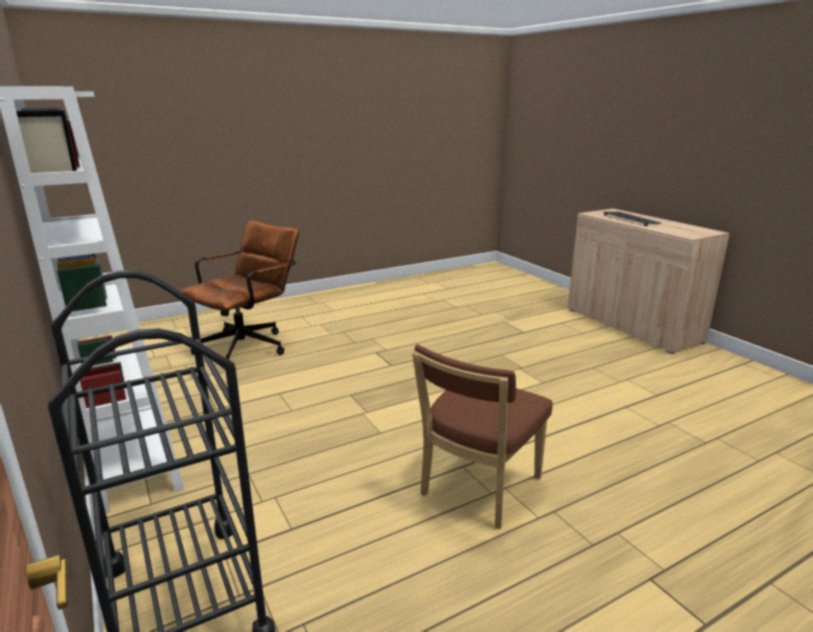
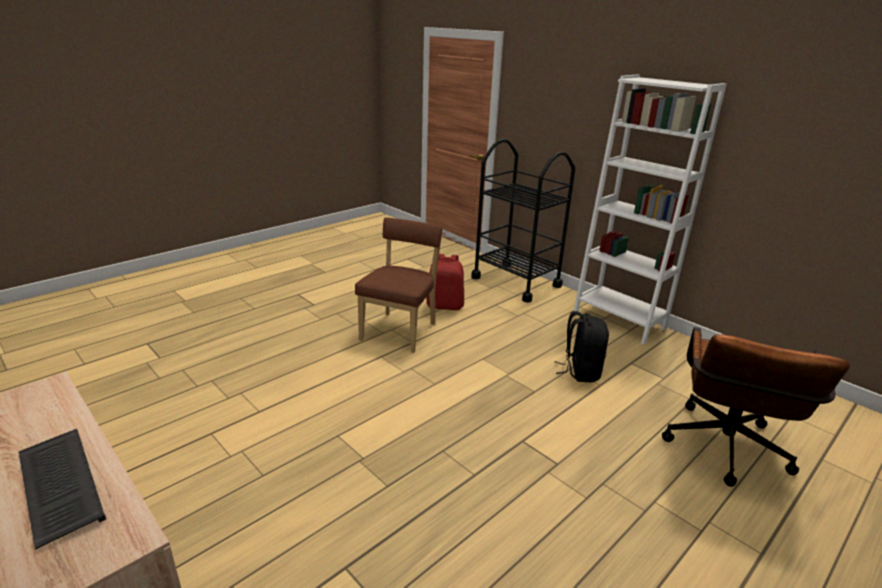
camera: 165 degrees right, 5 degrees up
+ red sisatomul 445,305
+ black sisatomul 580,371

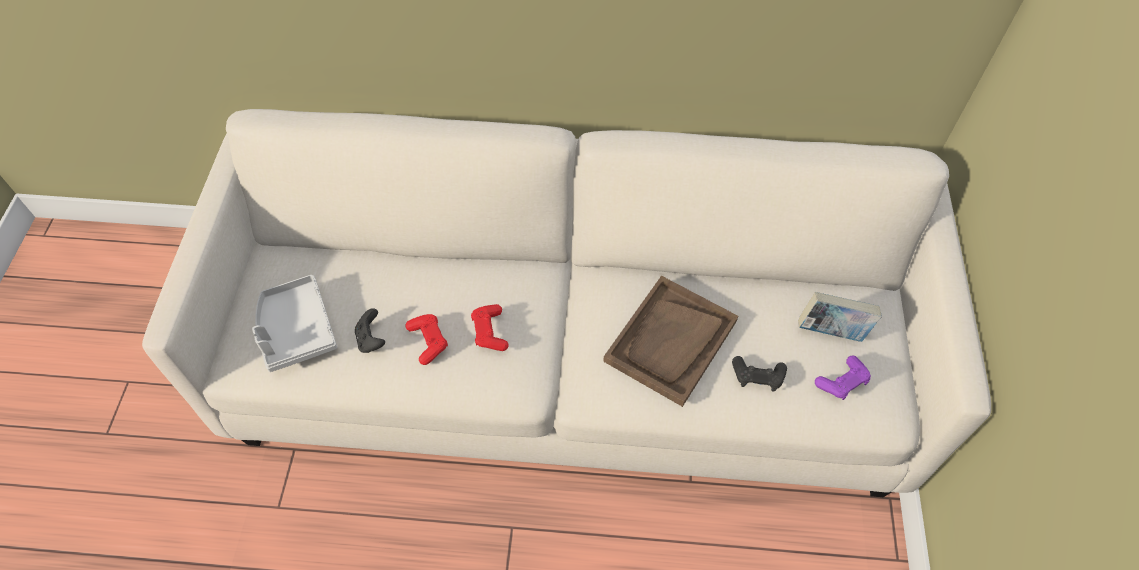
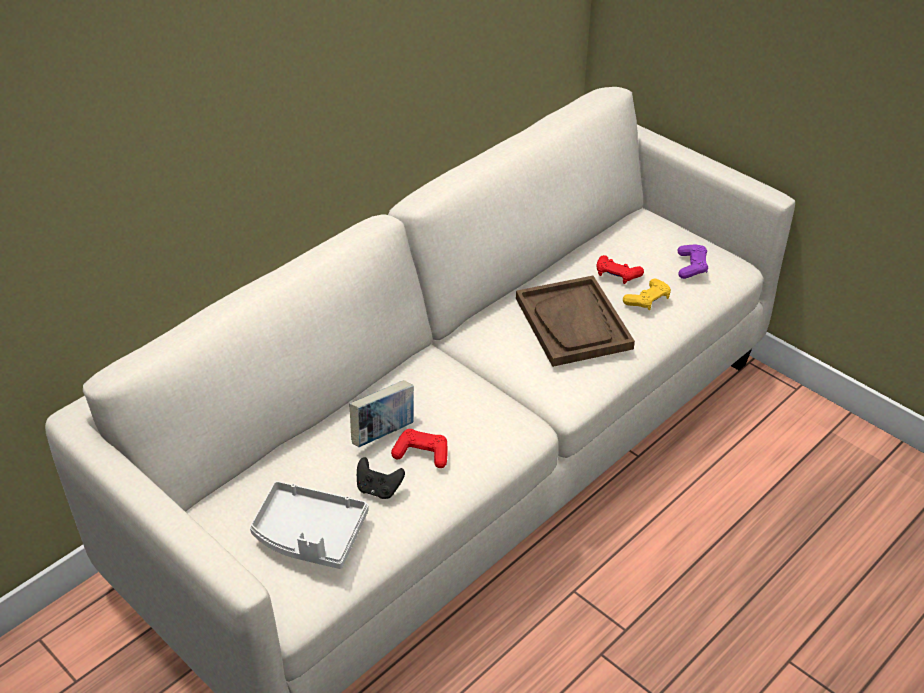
camera: 50 degrees left, 15 degrees down
~ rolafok 831,331 to 383,433
~ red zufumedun 489,332 to 617,275
~ black zufumedun 757,377 to yellow zufumedun 647,300

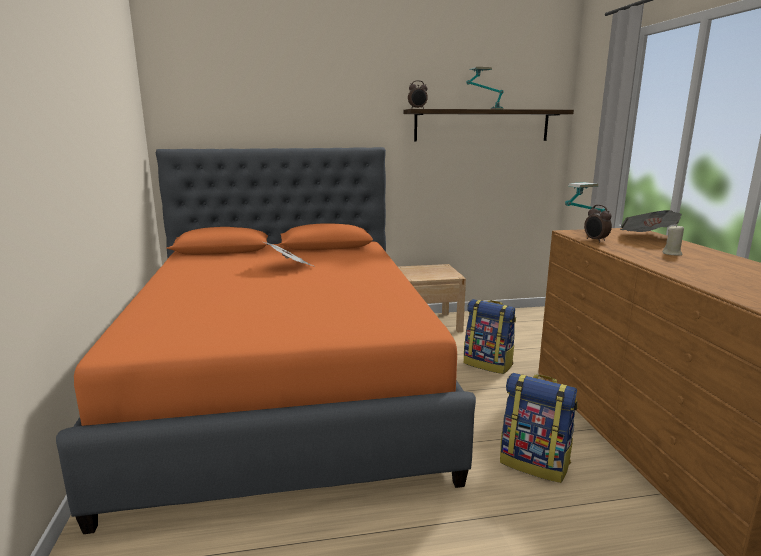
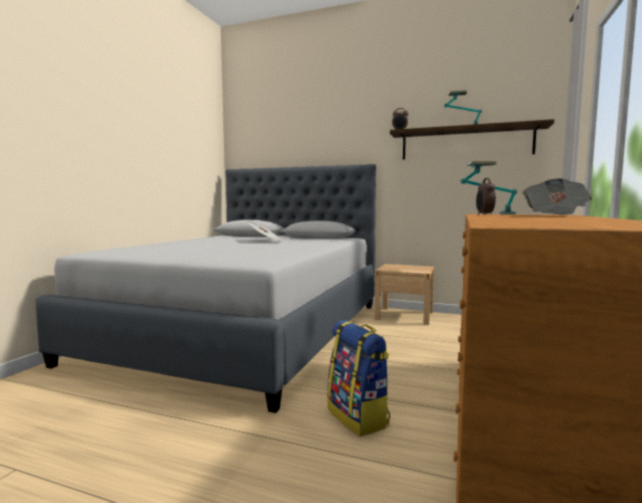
camera: 30 degrees right, 10 degrees down
~ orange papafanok 285,387 to grey papafanok 246,330
- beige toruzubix 672,253
- sisatomul 488,364

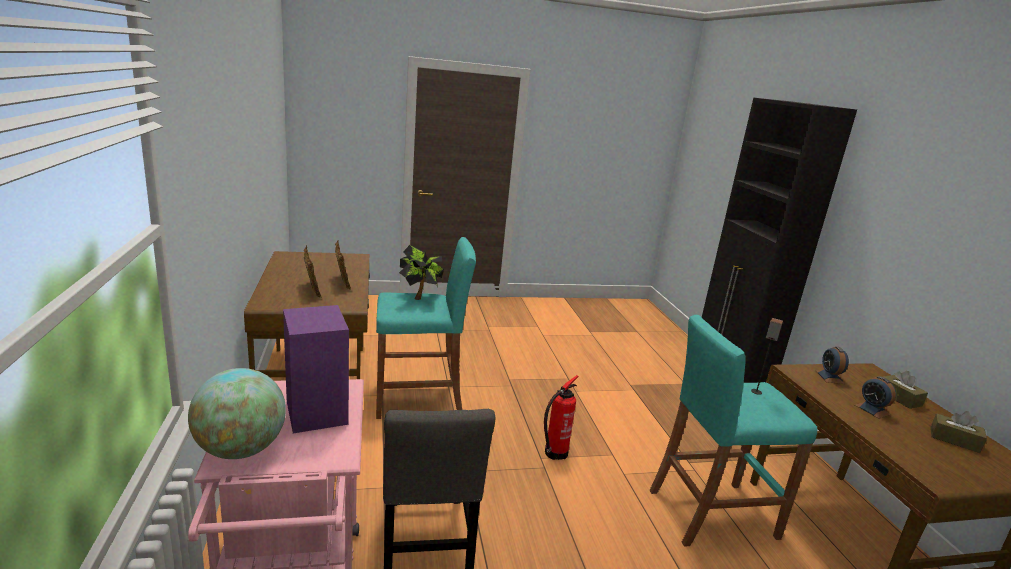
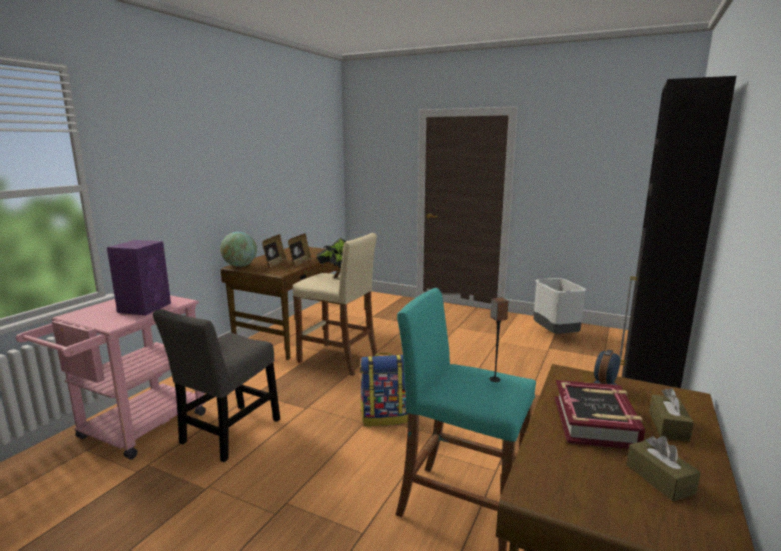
camera: 40 degrees right, 5 degrees down
~ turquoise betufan 419,400 to beige betufan 338,359
~ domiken 240,449 to 240,266
~ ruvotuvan 554,453 to sisatomul 384,417
~ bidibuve 872,410 to rolafok 595,422
+ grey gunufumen 555,334

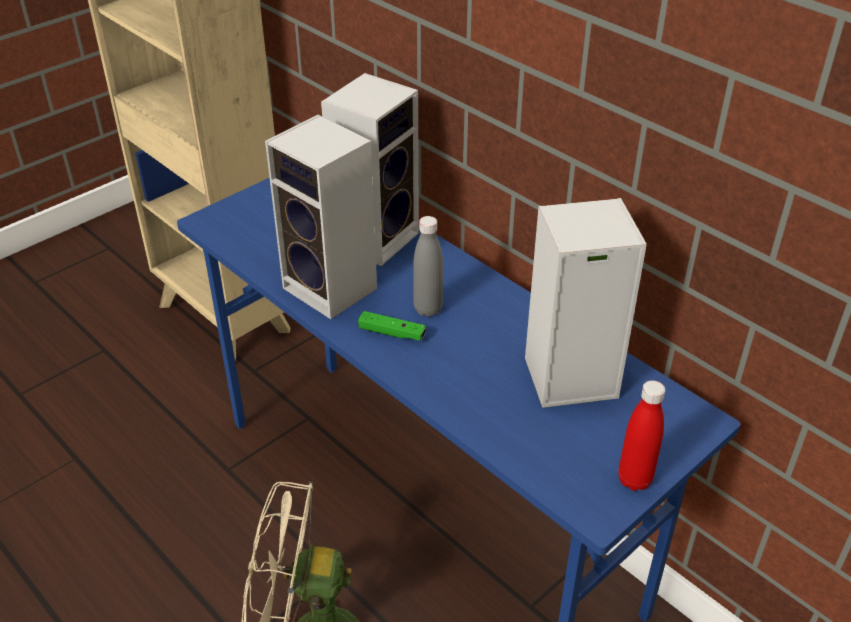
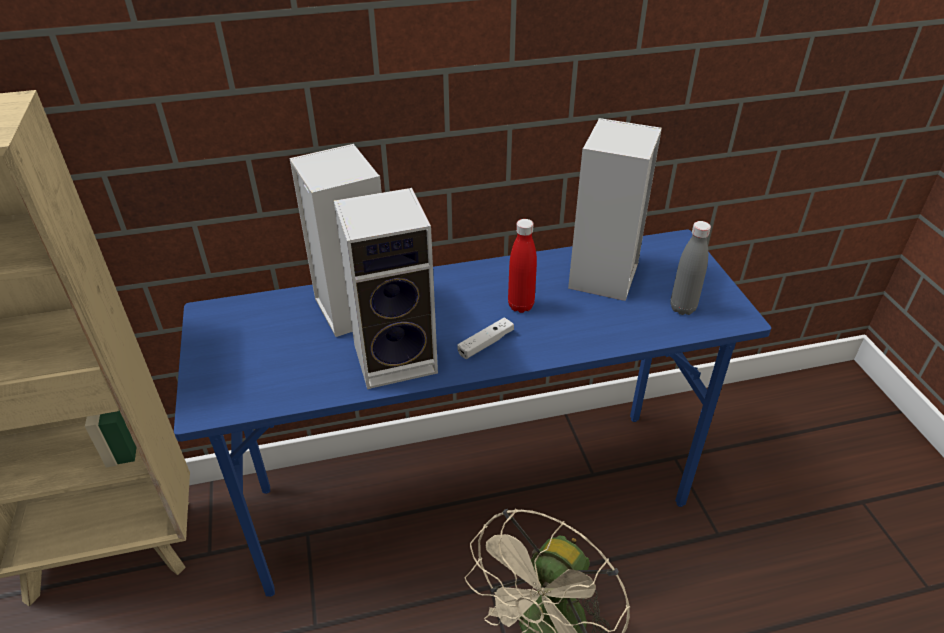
camera: 60 degrees left, 0 degrees up
~ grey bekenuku 428,309 to 682,308
~ green zufumedun 392,333 to white zufumedun 486,343
~ red bekenuku 634,480 to 520,306

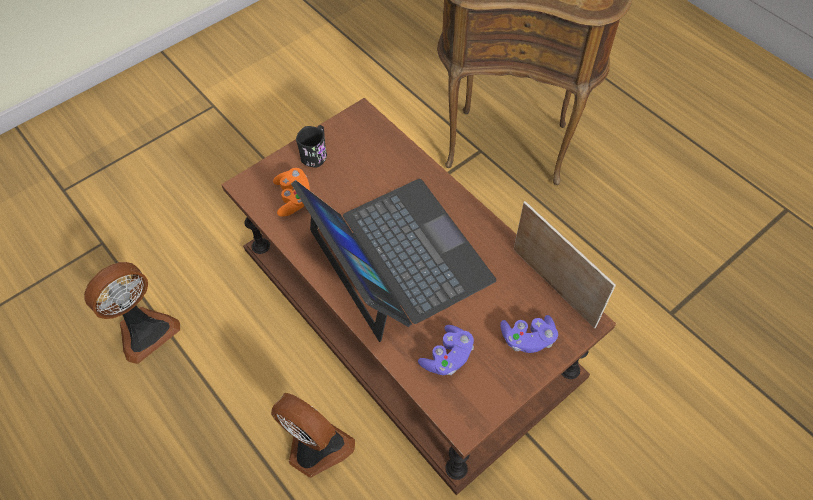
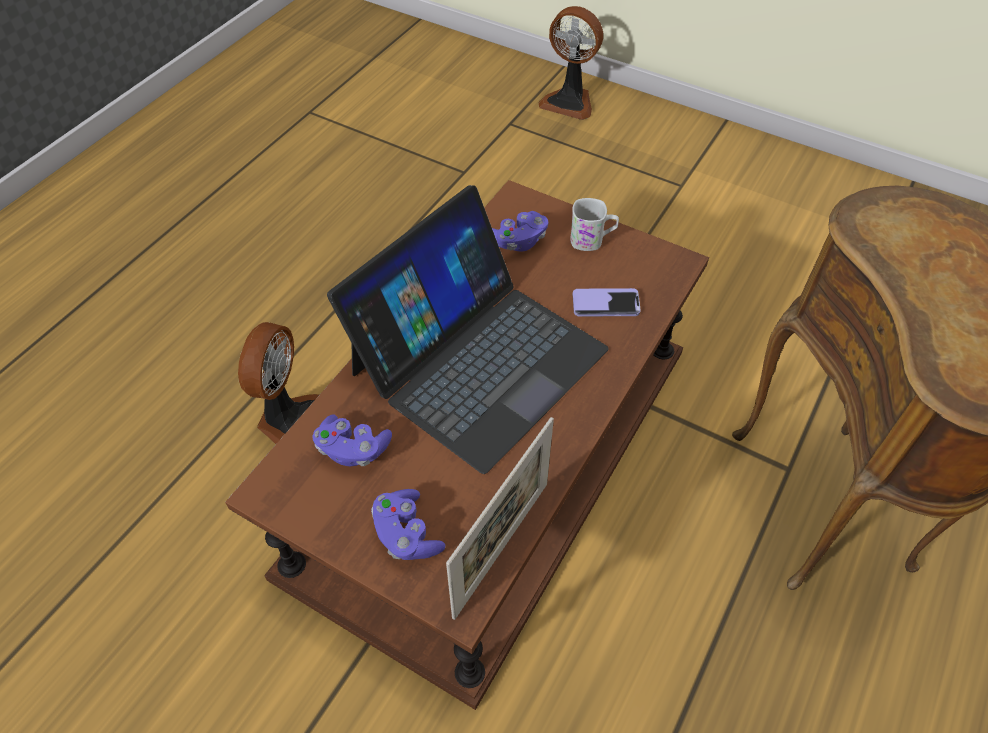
camera: 70 degrees right, 5 degrees down
~ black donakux 316,154 to white donakux 592,240
~ orange zufumedun 293,198 to purple zufumedun 518,241
~ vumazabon 144,330 to 569,102
+ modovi 605,304

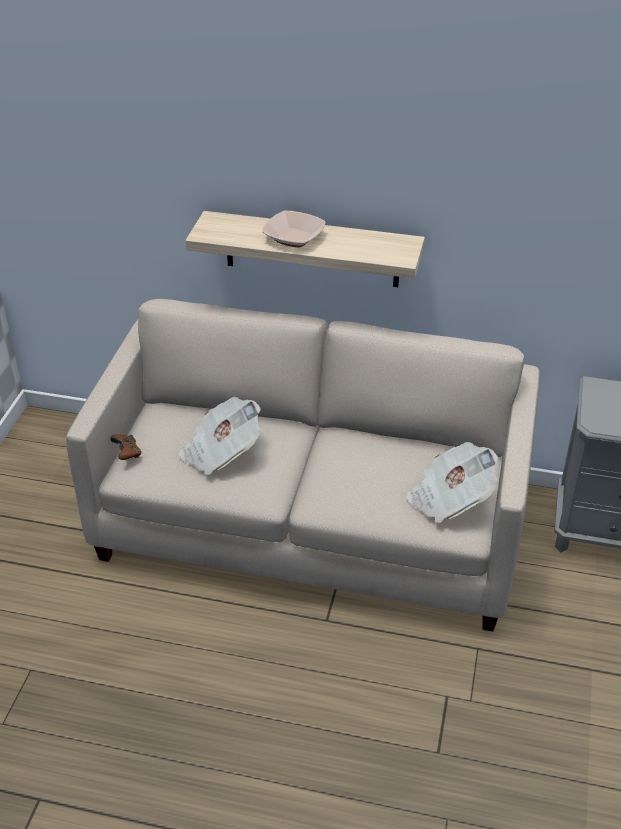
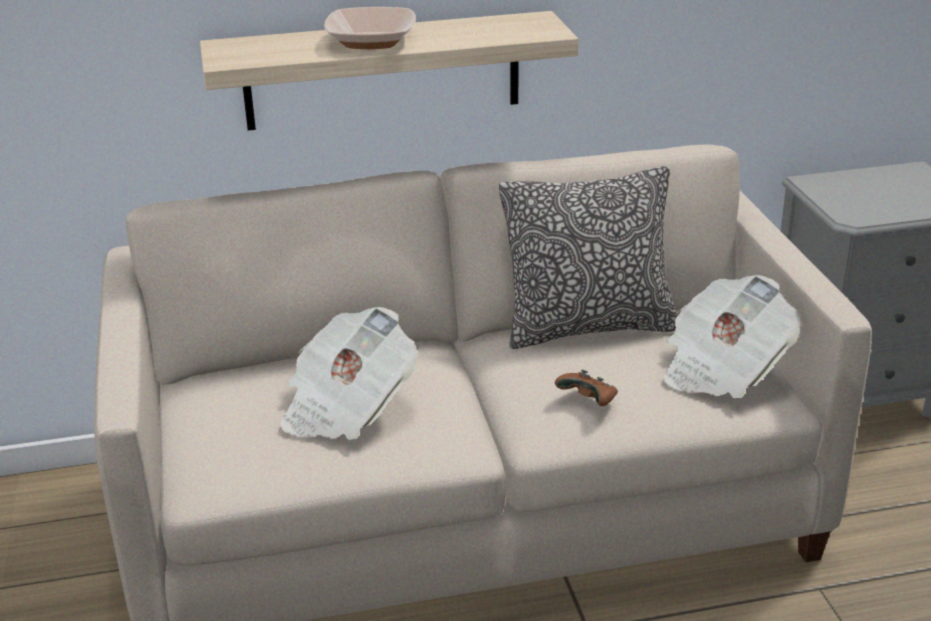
camera: 25 degrees left, 10 degrees down
~ brown zufumedun 127,454 to 589,401
+ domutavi 588,327

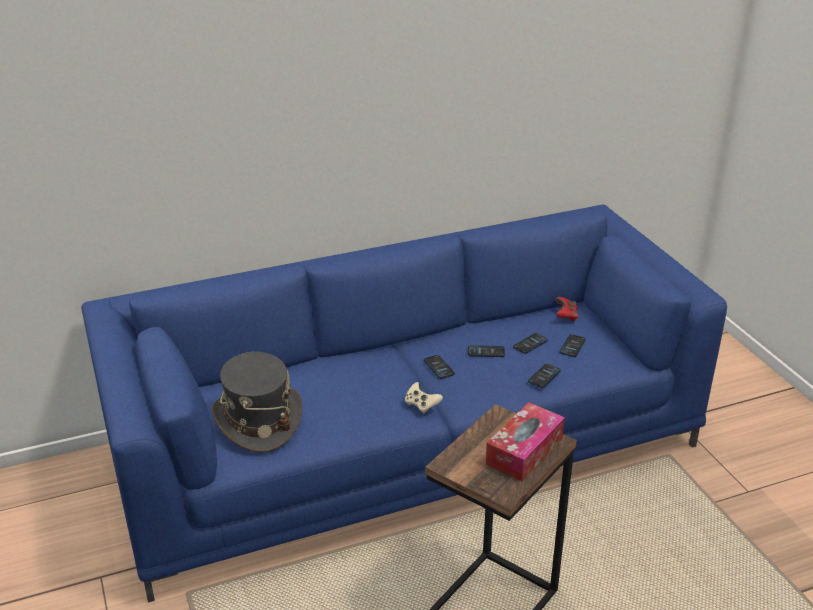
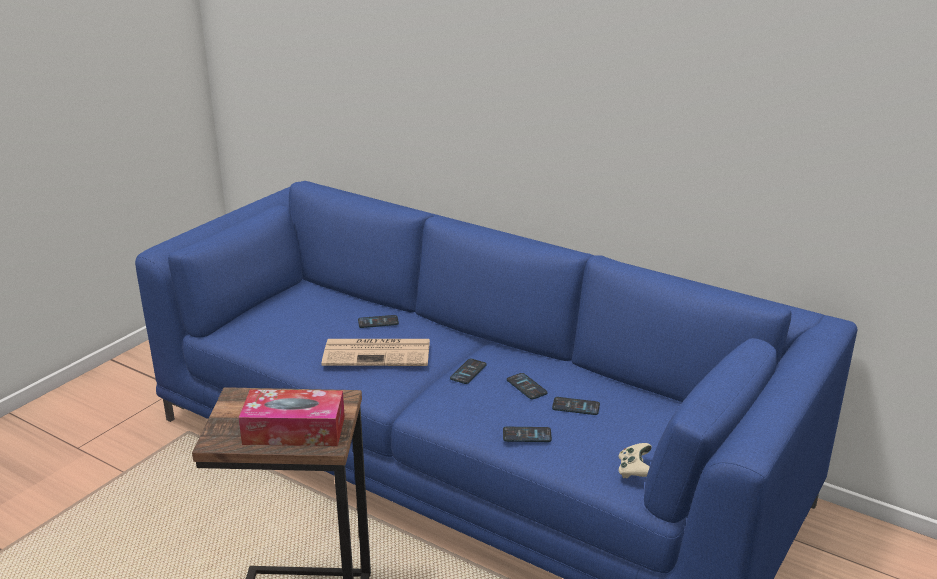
camera: 55 degrees right, 5 degrees down
- red zufumedun 566,316
~ modovi 572,346 to 378,322
- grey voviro 257,420
~ beige zufumedun 421,405 to 634,471
+ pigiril 378,353

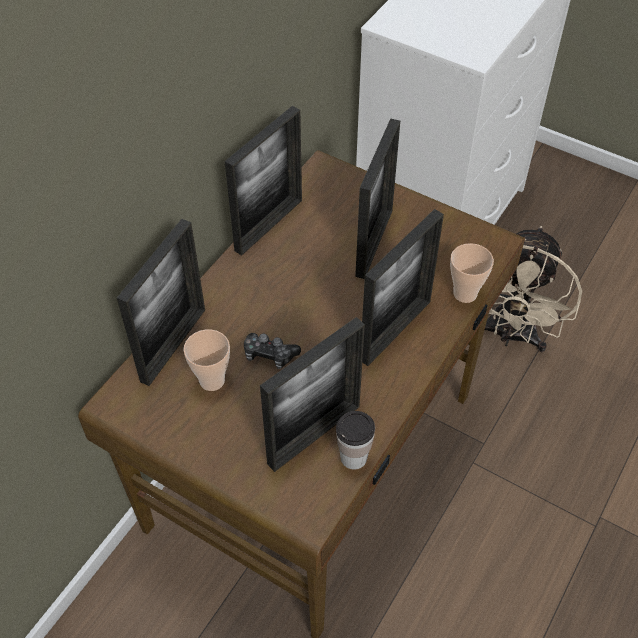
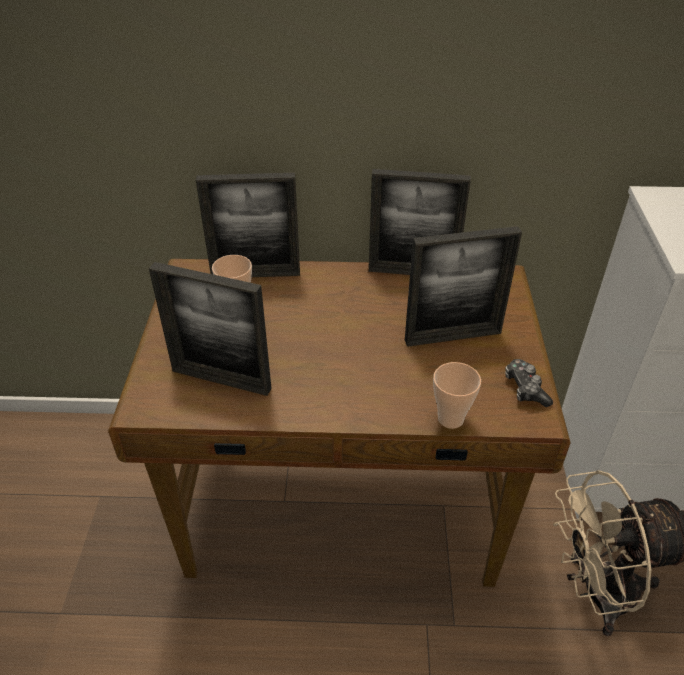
camera: 60 degrees right, 10 degrees down
- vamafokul 395,330
~ zufumedun 269,355 to 525,389
- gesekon 353,457

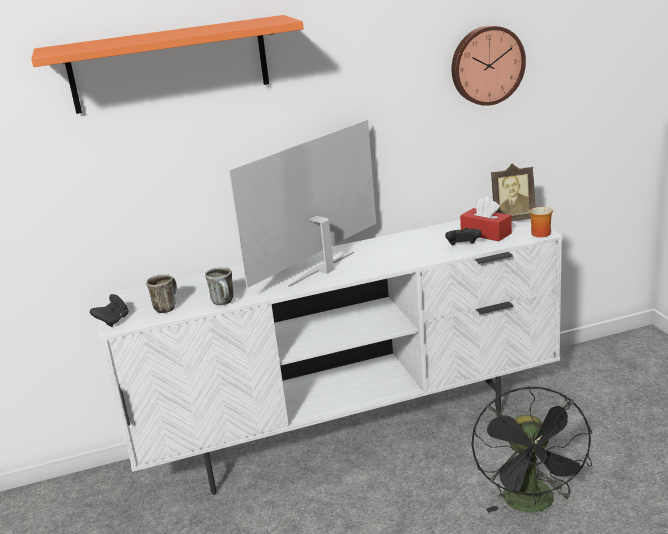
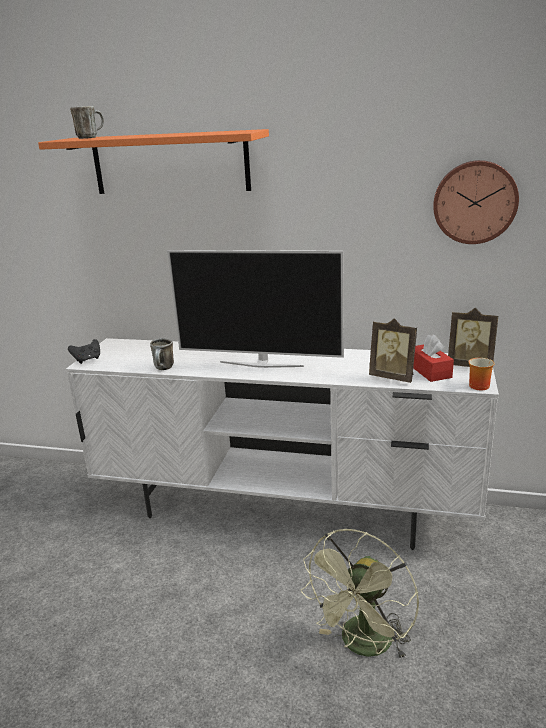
camera: 30 degrees right, 0 degrees up
~ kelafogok 323,269 = 261,364 150 degrees counterclockwise
~ black zufumedun 463,246 to vamafokul 393,377
~ donakux 166,307 to 90,138
~ black vumazabon 532,505 to green vumazabon 363,646

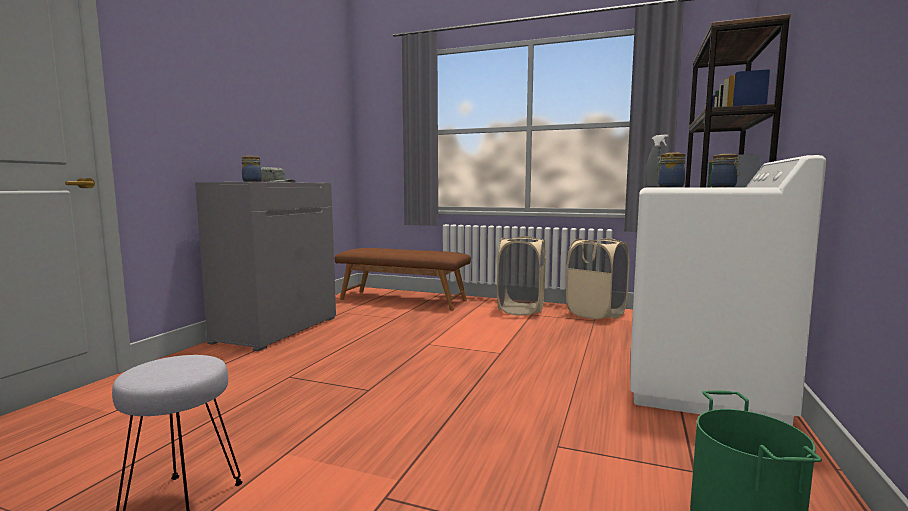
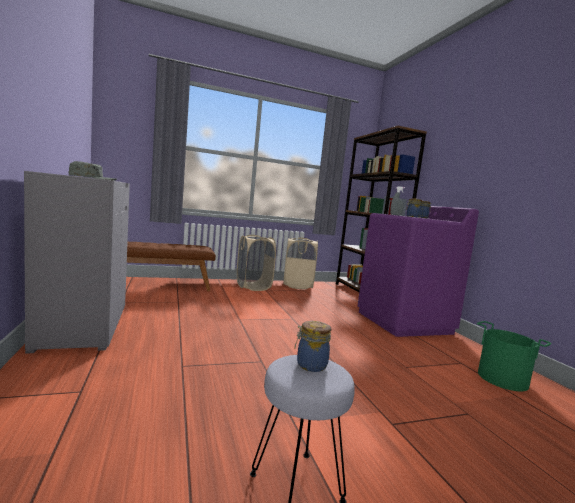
camera: 40 degrees left, 0 degrees up
~ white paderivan 701,388 to purple paderivan 404,322
~ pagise 251,181 to 310,365

